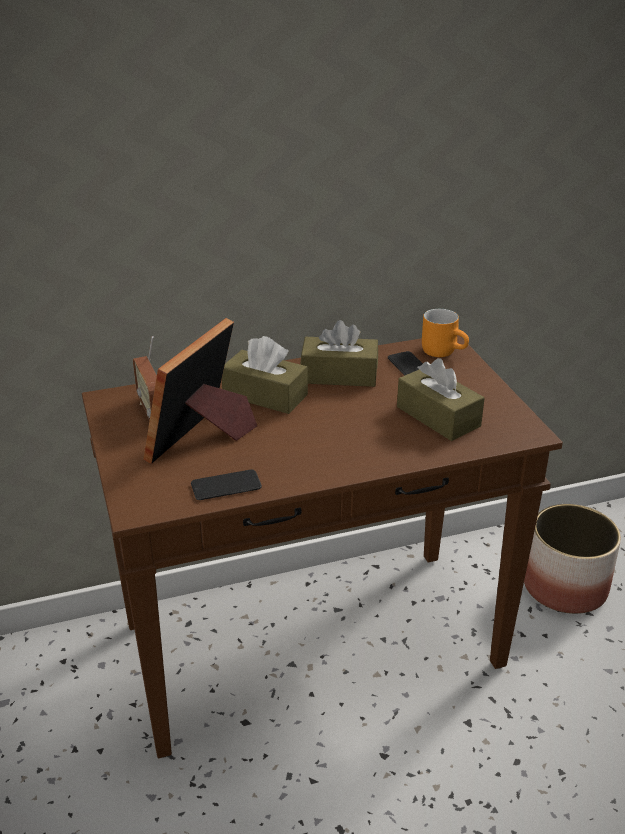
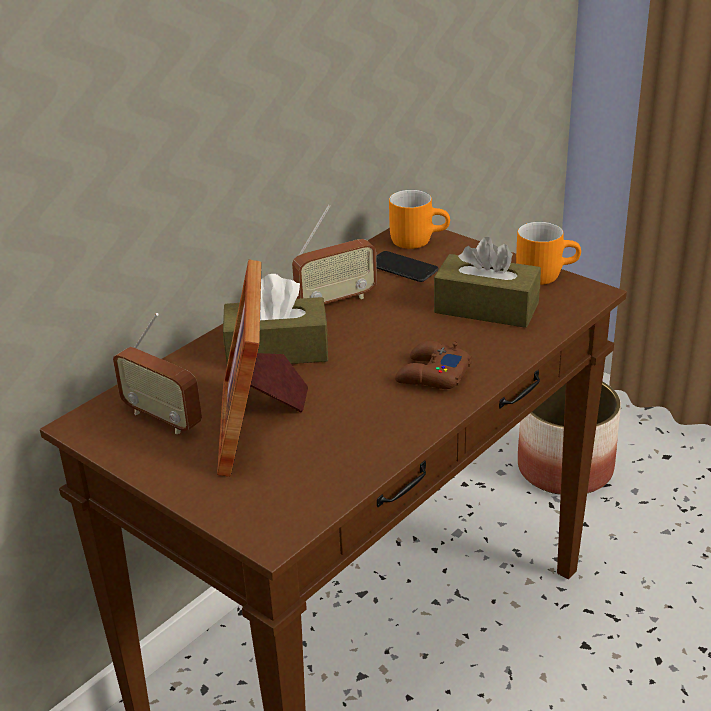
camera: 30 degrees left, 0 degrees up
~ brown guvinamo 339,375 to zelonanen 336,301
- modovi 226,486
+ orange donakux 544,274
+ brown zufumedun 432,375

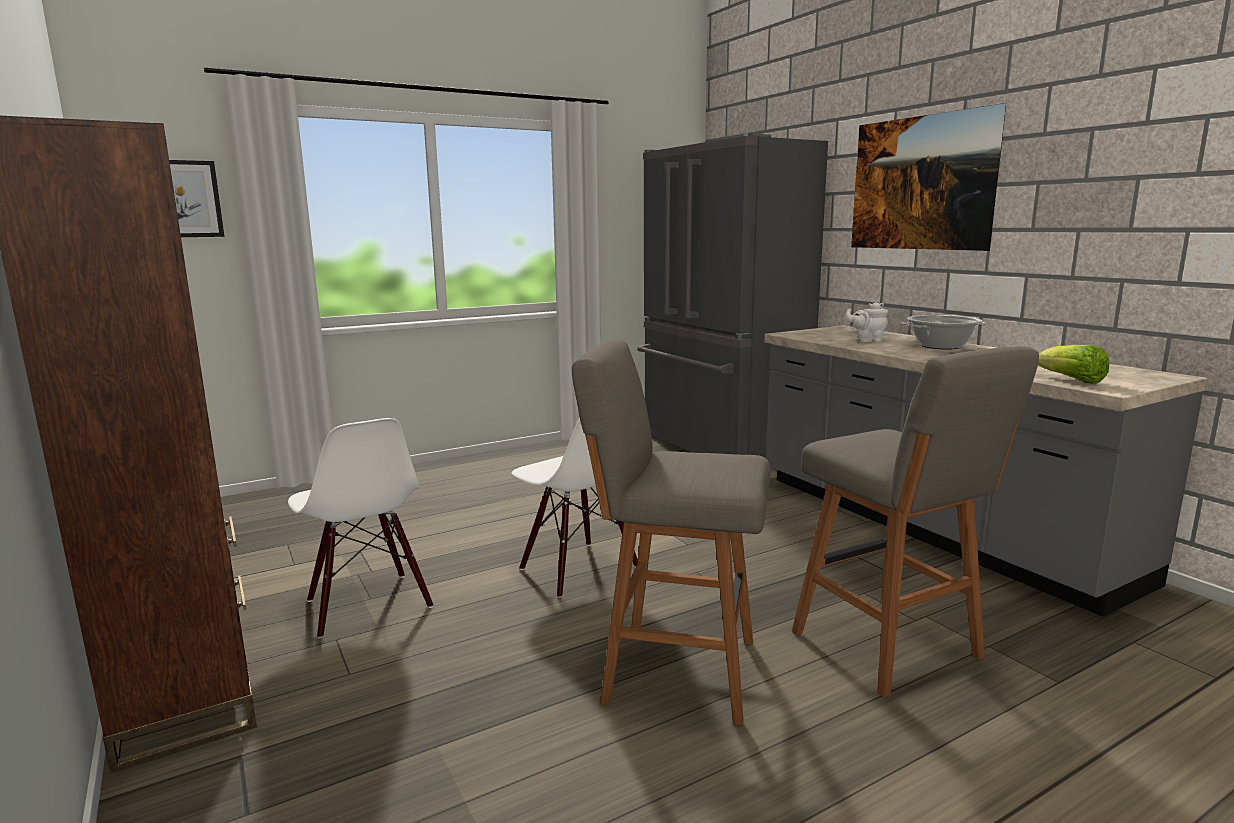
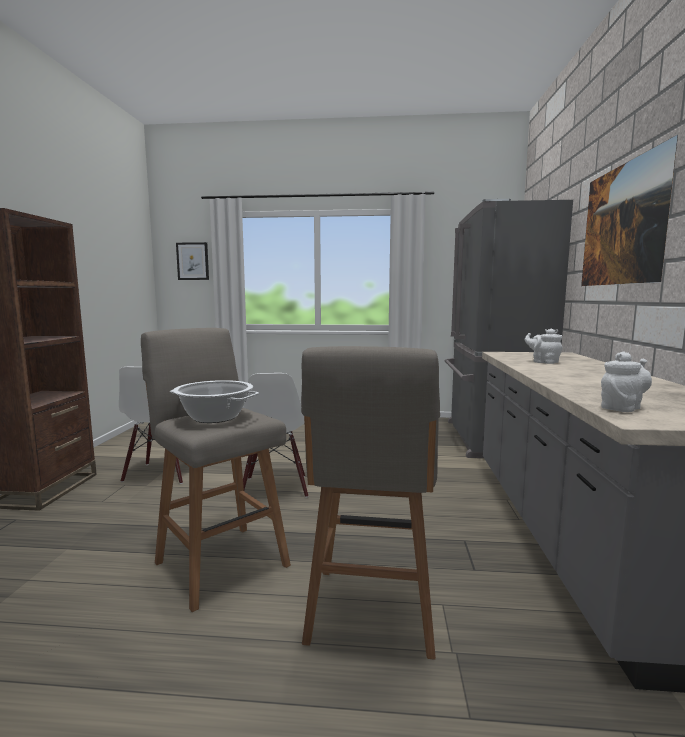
camera: 35 degrees right, 5 degrees down
~ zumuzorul 941,346 to 215,417
~ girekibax 1072,380 to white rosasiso 622,408

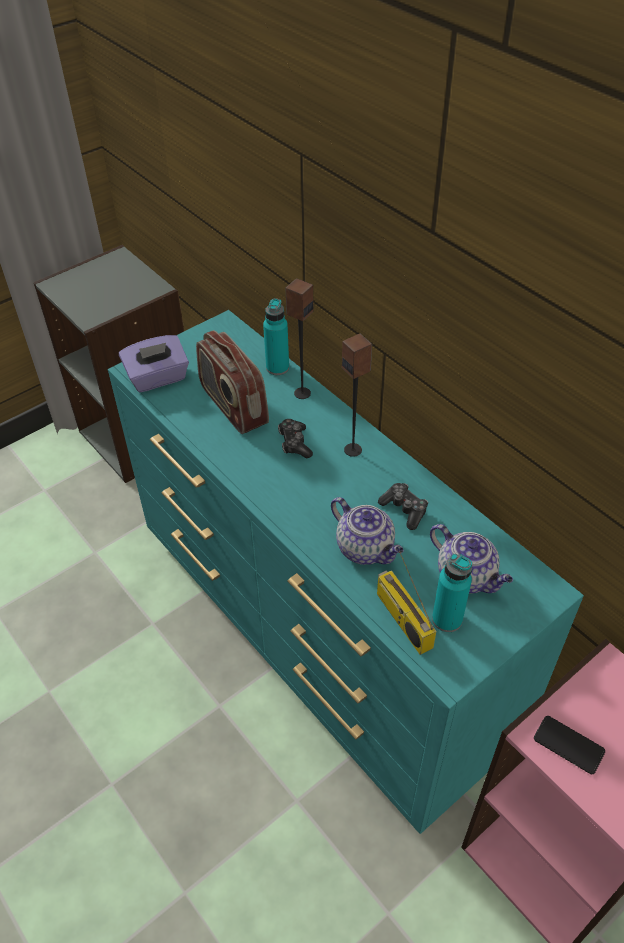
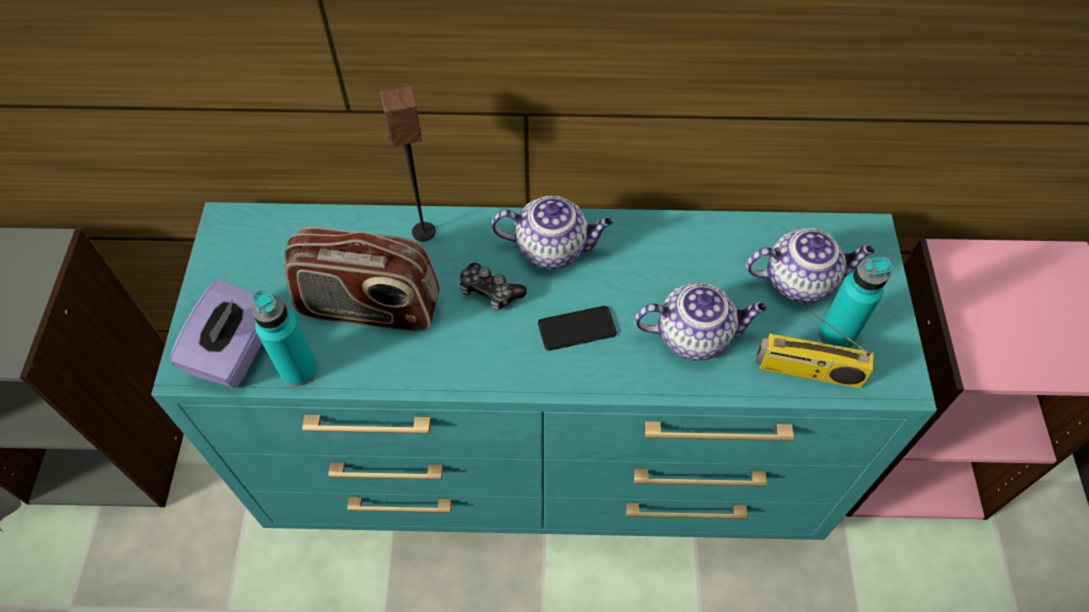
camera: 50 degrees left, 10 degrees up
~ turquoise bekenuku 277,367 to 298,370
~ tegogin 353,450 to rosasiso 553,248
- zufumedun 404,509
~ modovi 568,745 to 577,329

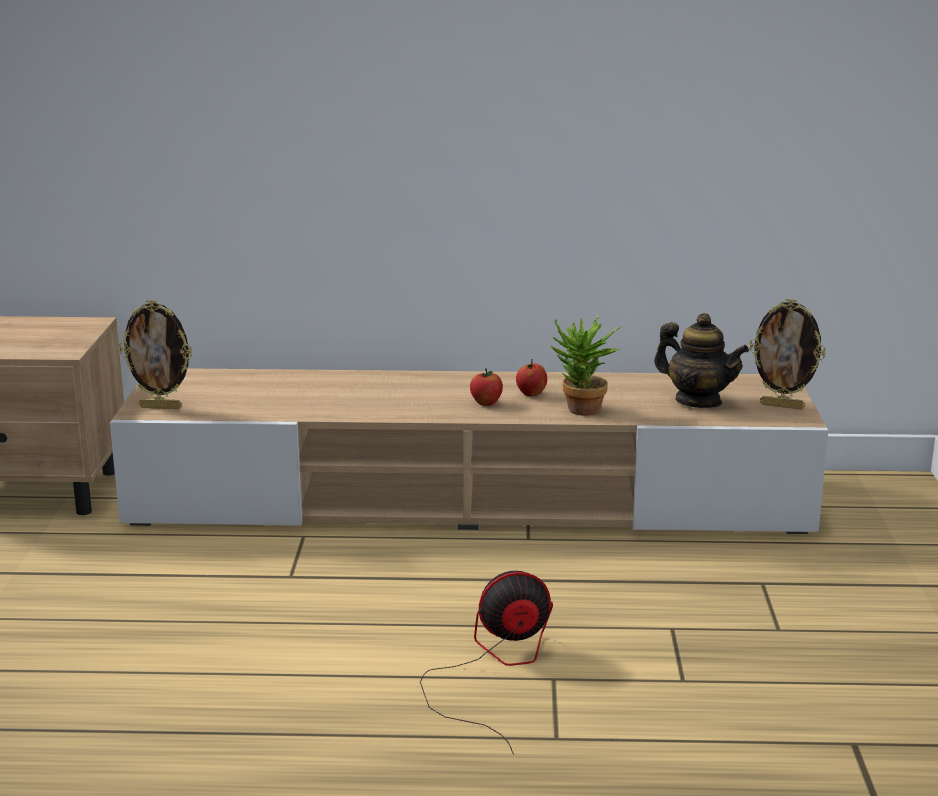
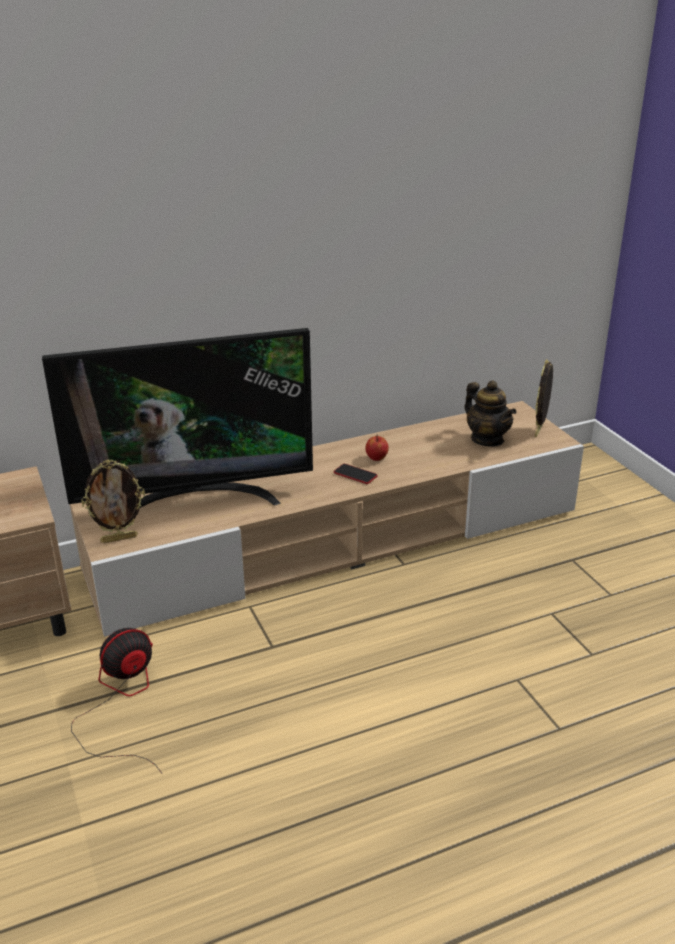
camera: 25 degrees left, 10 degrees up
~ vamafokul 782,406 = 539,431 120 degrees clockwise
~ rosasiso 698,401 = 487,439 45 degrees clockwise
- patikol 581,412
~ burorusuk 486,403 to modovi 355,474
~ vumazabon 495,669 to 122,702
+ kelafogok 194,500

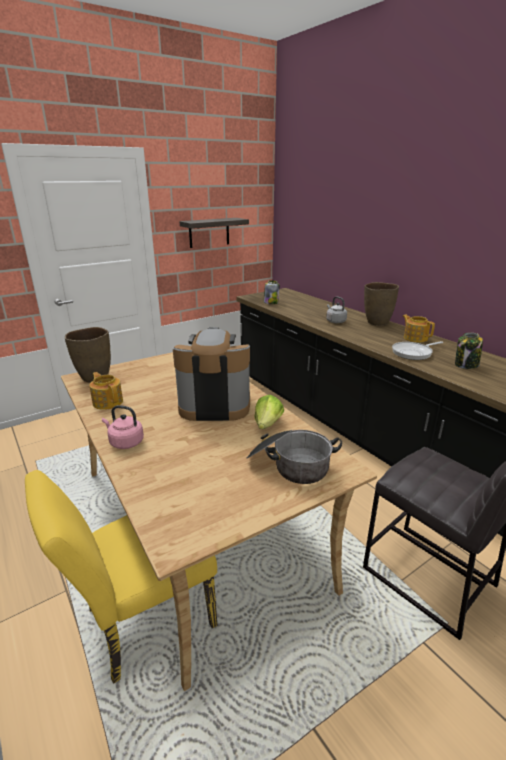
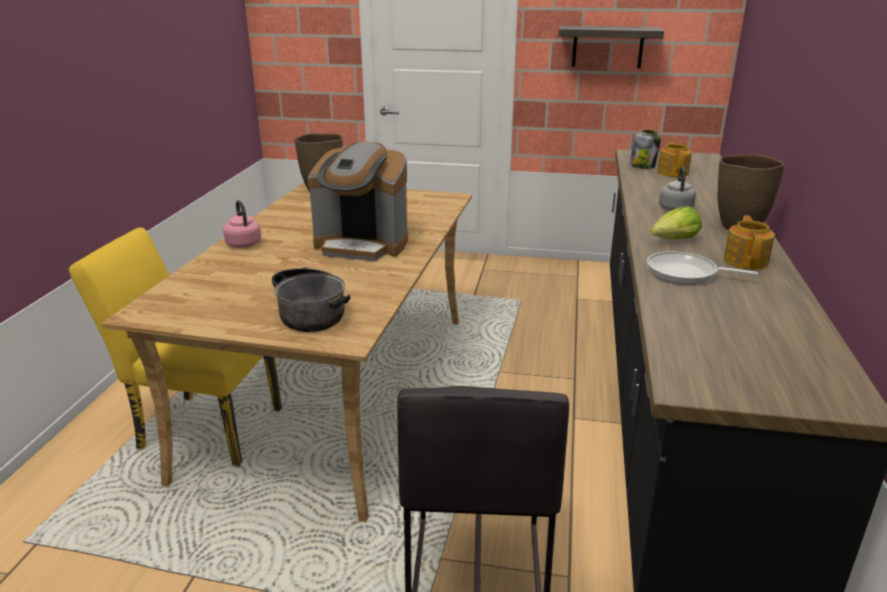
camera: 45 degrees right, 0 degrees up
~ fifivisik 214,405 = 362,245 150 degrees clockwise
- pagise 466,365
~ rosasiso 108,402 to 673,172
~ girekibax 268,424 to 675,240

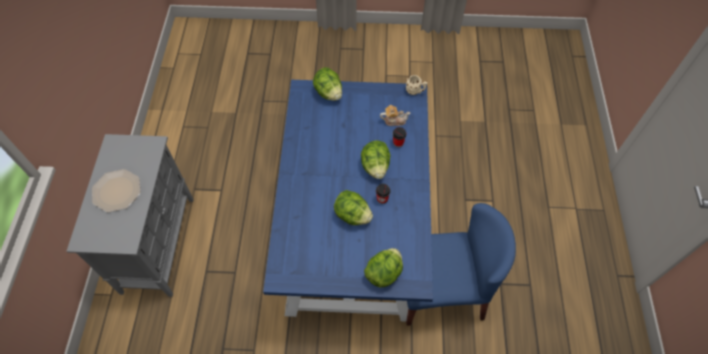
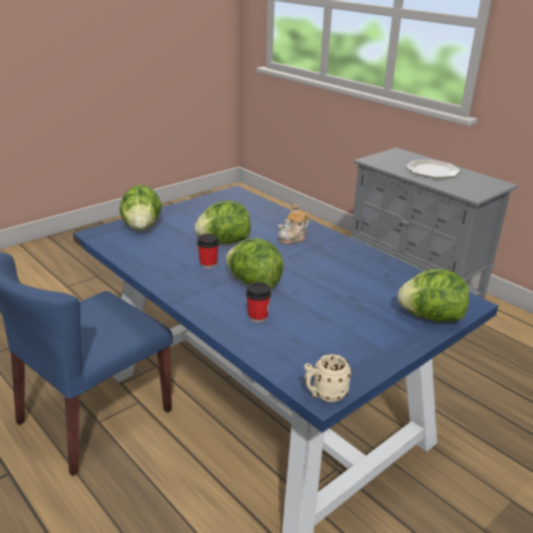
camera: 135 degrees right, 30 degrees down
~ rosasiso 394,120 to 293,238

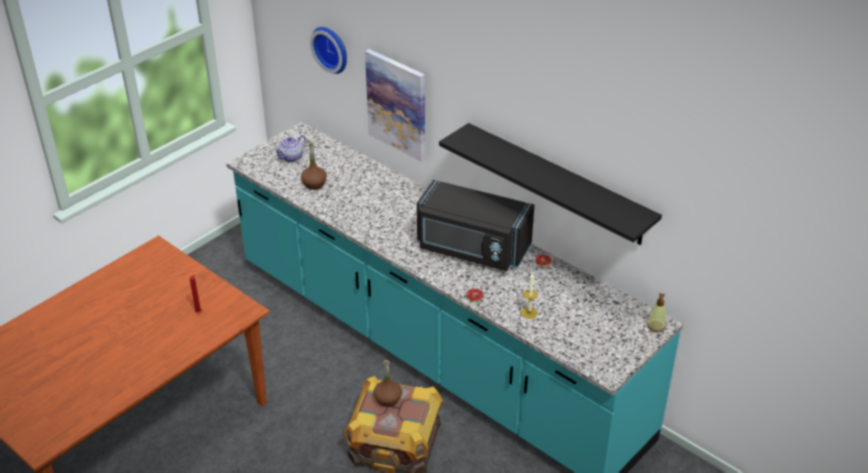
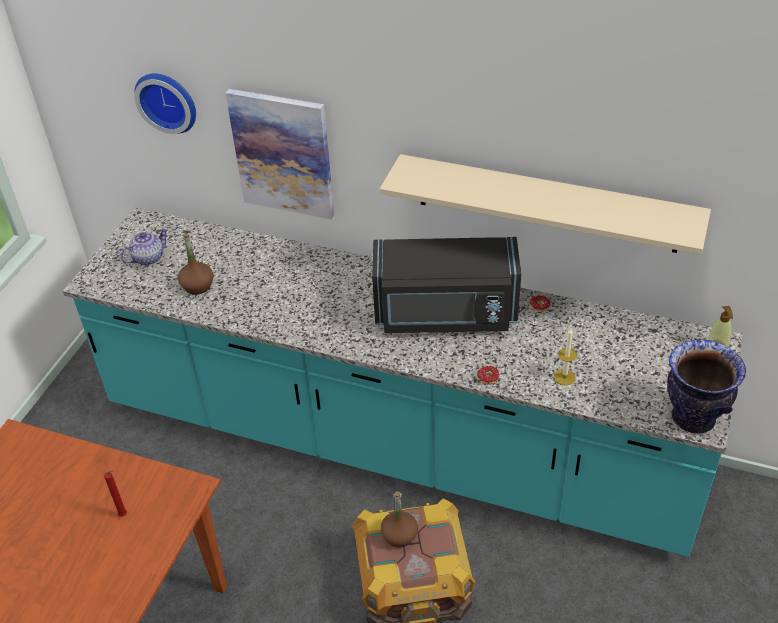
camera: 20 degrees left, 5 degrees up
~ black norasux 558,184 to beige norasux 546,203
~ rosasiso 291,157 = 148,258 150 degrees counterclockwise
+ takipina 694,418

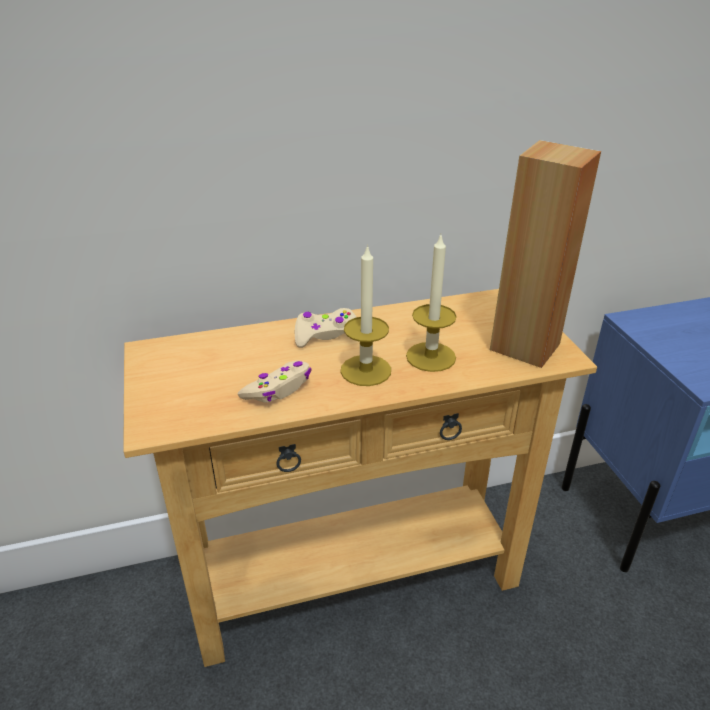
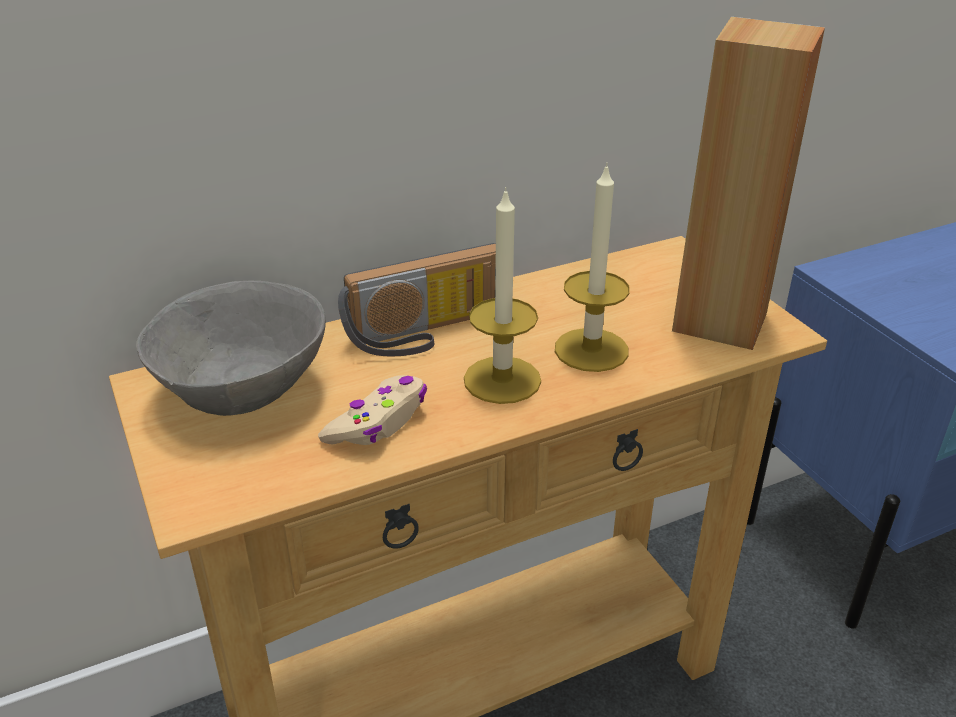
camera: 10 degrees left, 0 degrees up
~ beige zufumedun 326,335 to zelonanen 427,333
+ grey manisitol 242,388

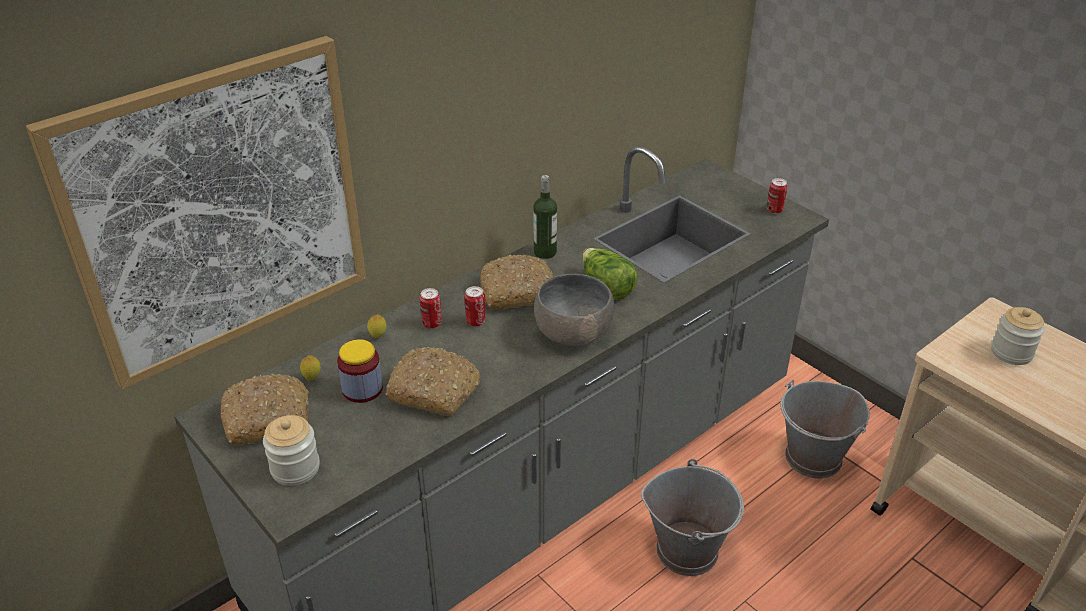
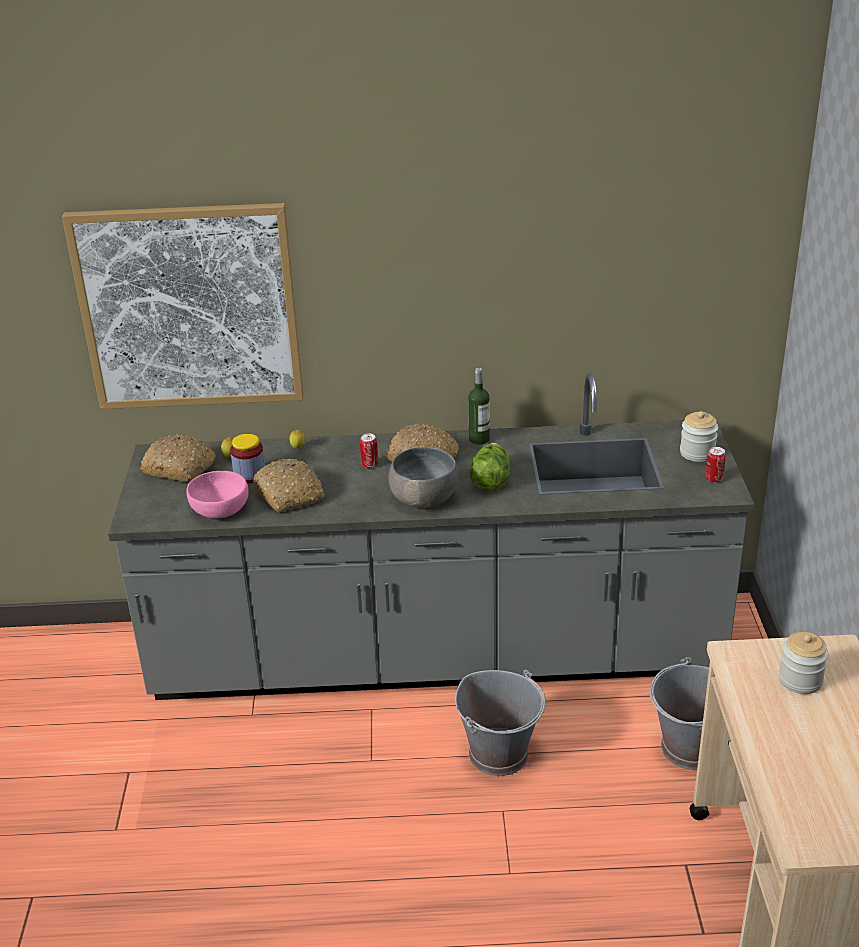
camera: 40 degrees right, 5 degrees down
- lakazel 432,323
~ pagise 295,468 to 697,453
+ pink manisitol 220,510

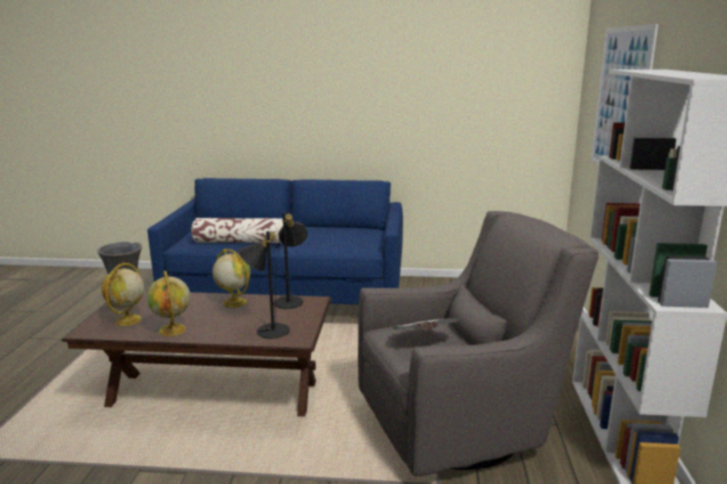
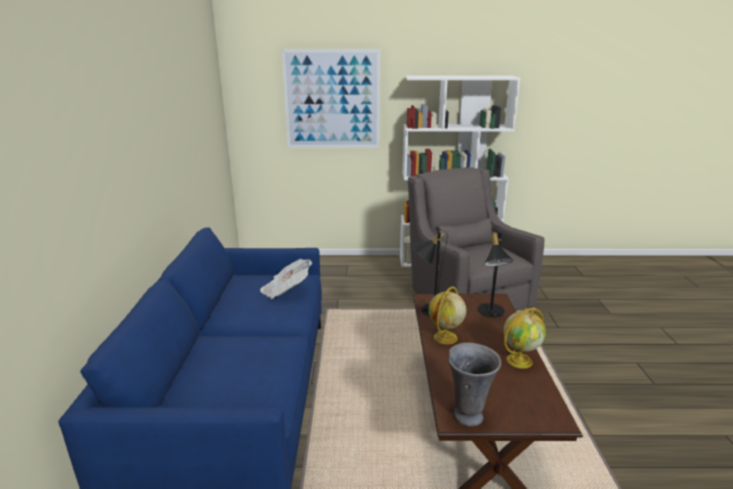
camera: 95 degrees left, 5 degrees up
- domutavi 240,242
- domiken 128,320
~ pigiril 424,341 to 286,291

